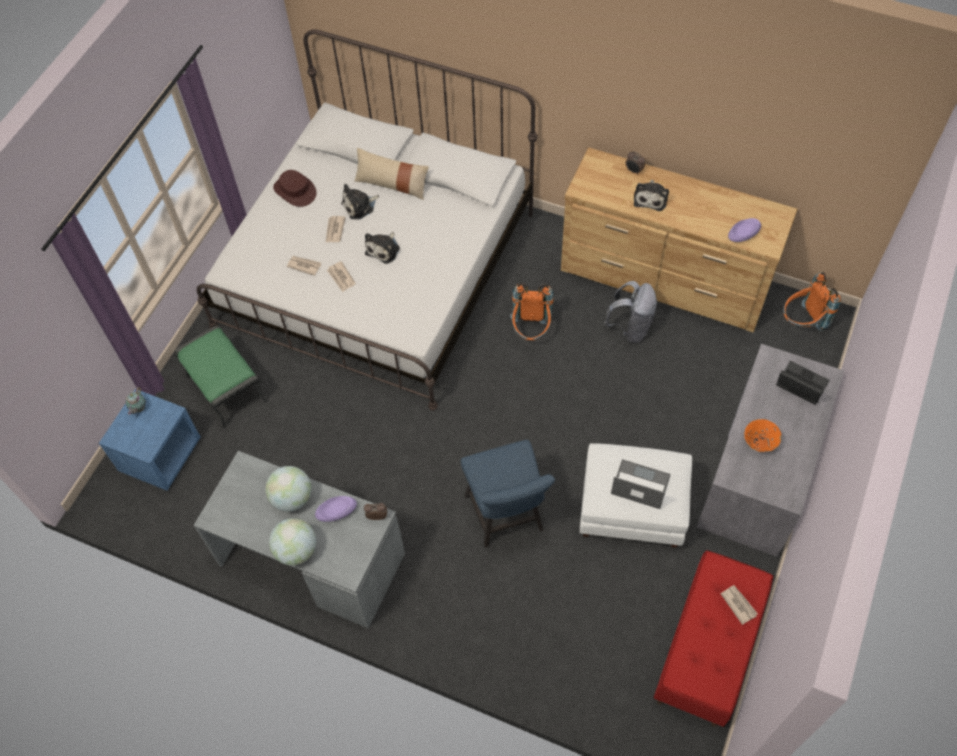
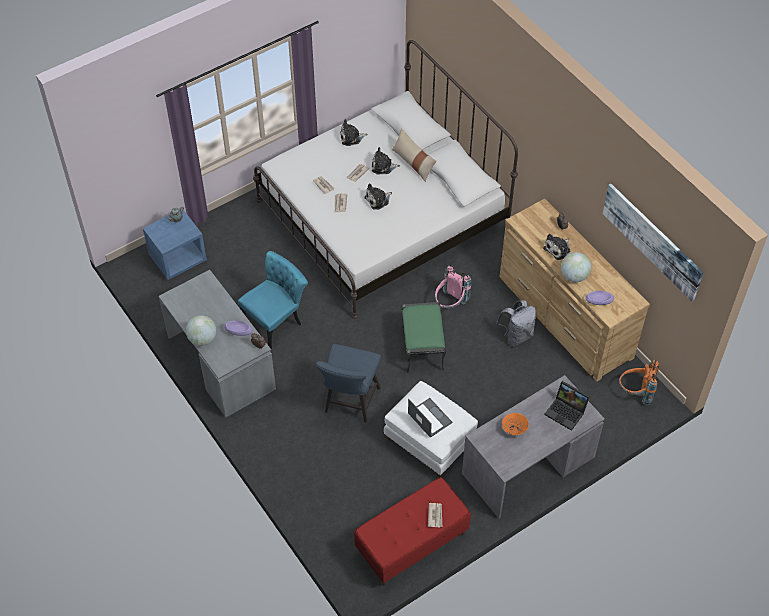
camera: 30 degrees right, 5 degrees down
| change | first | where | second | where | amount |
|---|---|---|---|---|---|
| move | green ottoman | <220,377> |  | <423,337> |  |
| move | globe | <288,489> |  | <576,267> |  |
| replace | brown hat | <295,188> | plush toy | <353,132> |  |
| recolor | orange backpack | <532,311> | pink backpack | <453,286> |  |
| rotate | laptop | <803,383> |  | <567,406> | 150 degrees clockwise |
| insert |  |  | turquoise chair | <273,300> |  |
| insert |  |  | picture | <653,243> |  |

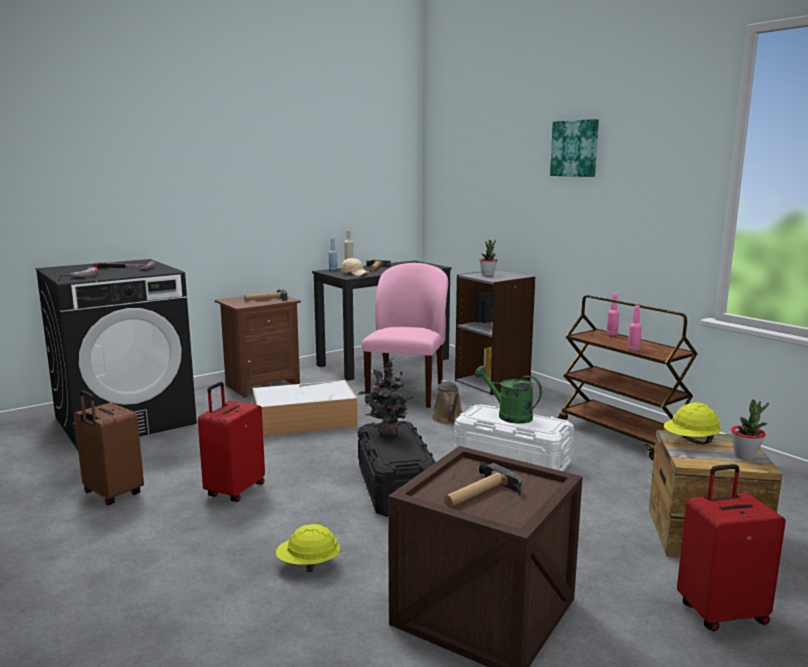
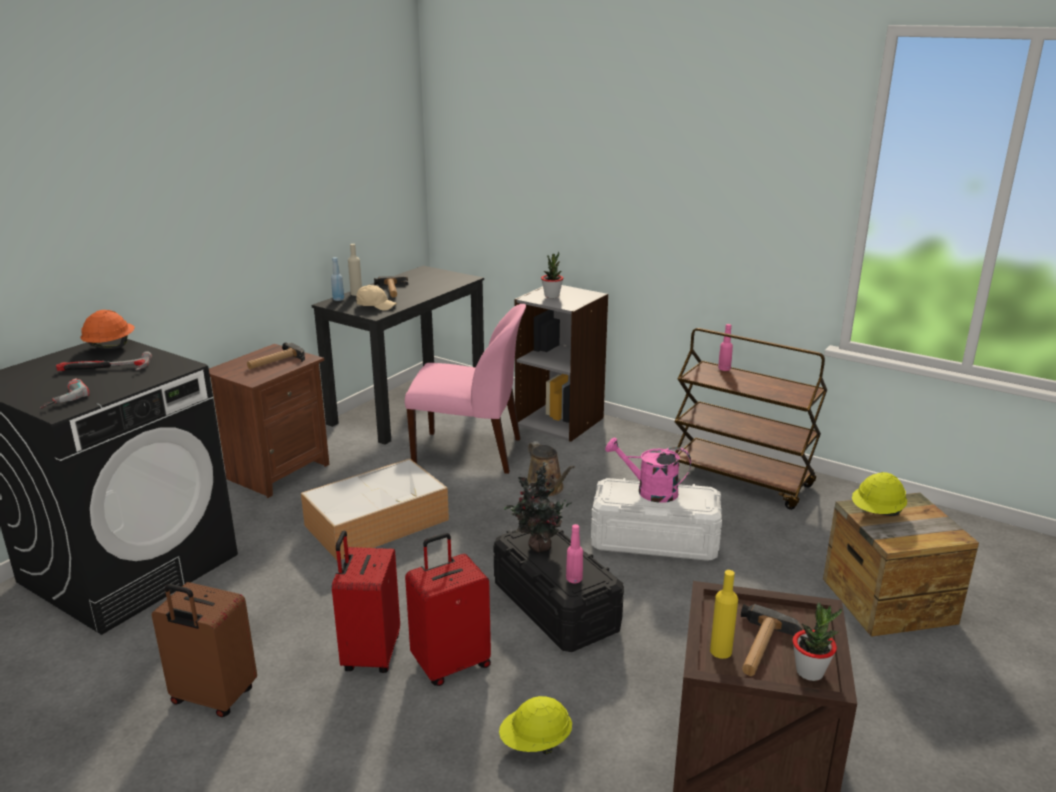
camera: 20 degrees left, 10 degrees up
| change | first | where | second | where | amount |
|---|---|---|---|---|---|
| rotate | pink chair | <405,335> |  | <465,389> | 105 degrees clockwise |
| recolor | green watering can | <508,395> | pink watering can | <648,470> |  |
| delete | picture | <574,148> |  |  |  |
| move | pink bottle | <635,328> |  | <574,553> |  |
| move | red suitcase | <731,547> |  | <448,609> |  |
| move | potted plant | <750,430> |  | <817,641> |  |
| insert |  |  | orange hard hat | <107,329> |  |
| insert |  |  | yellow bottle | <724,614> |  |

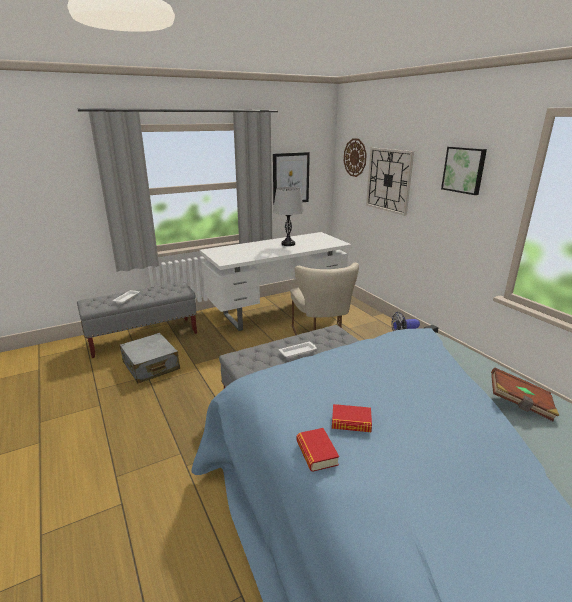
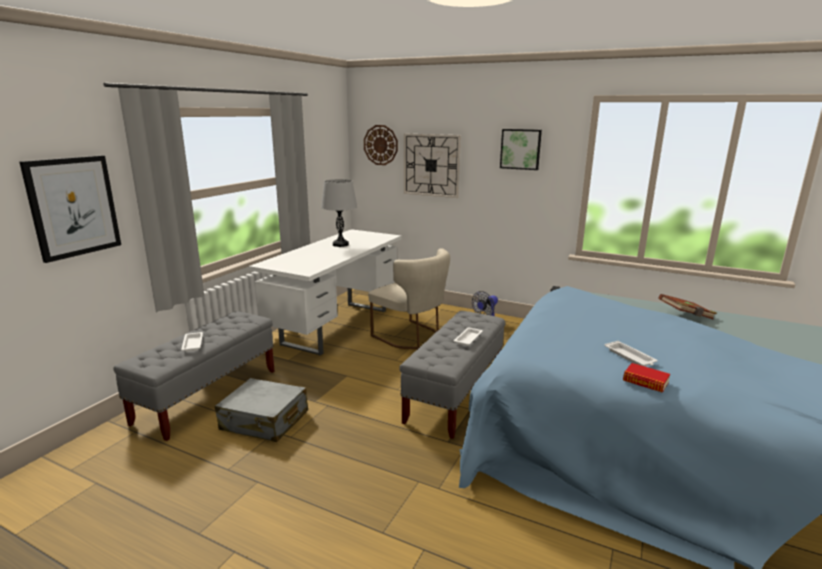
camera: 35 degrees left, 5 degrees down
| change | first | where | second | where | amount |
|---|---|---|---|---|---|
| move | picture | <291,178> |  | <70,209> |  |
| replace | book | <352,418> | white tray | <631,353> |  |

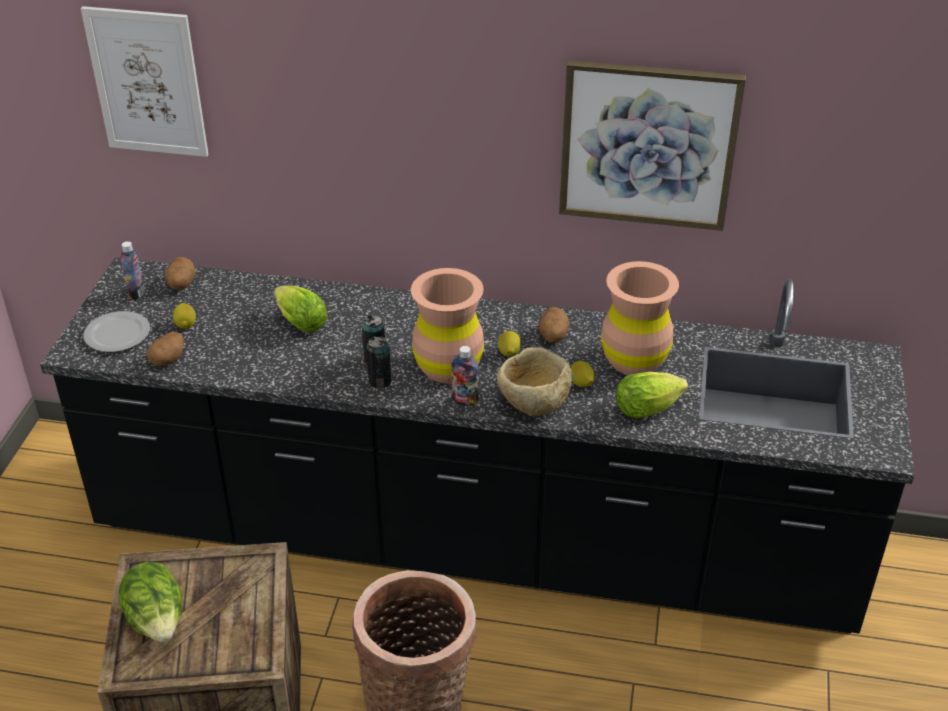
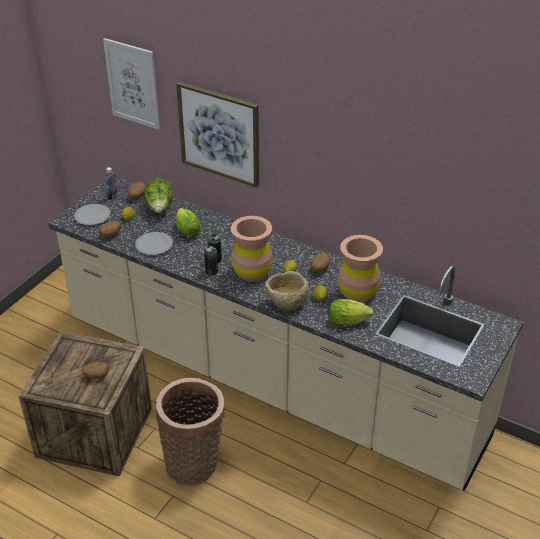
camera: 20 degrees right, 0 degrees up
| change | first | where | second | where | amount |
|---|---|---|---|---|---|
| recolor | black counter | <477,445> | beige counter | <286,333> |  |
| move | lettuce | <150,602> |  | <158,195> |  |
| delete | bottle | <465,376> |  |  |  |
| move | picture | <652,145> |  | <217,135> |  |
| insert |  |  | potato | <95,370> |  |
| insert |  |  | plate | <154,243> |  |

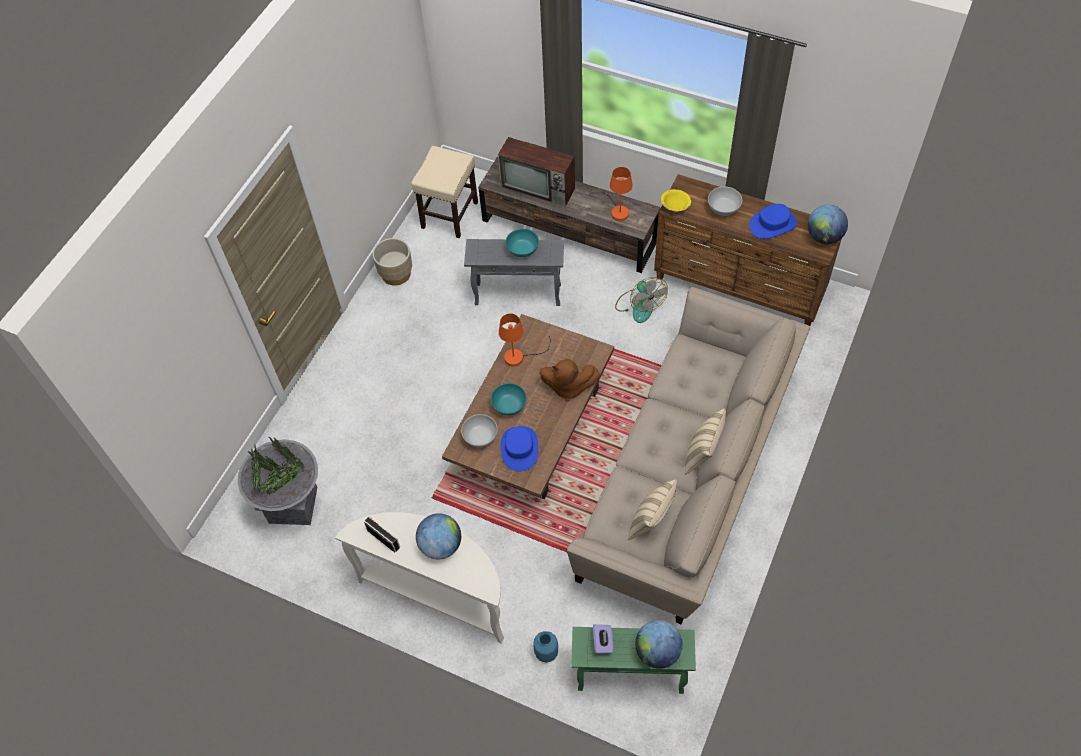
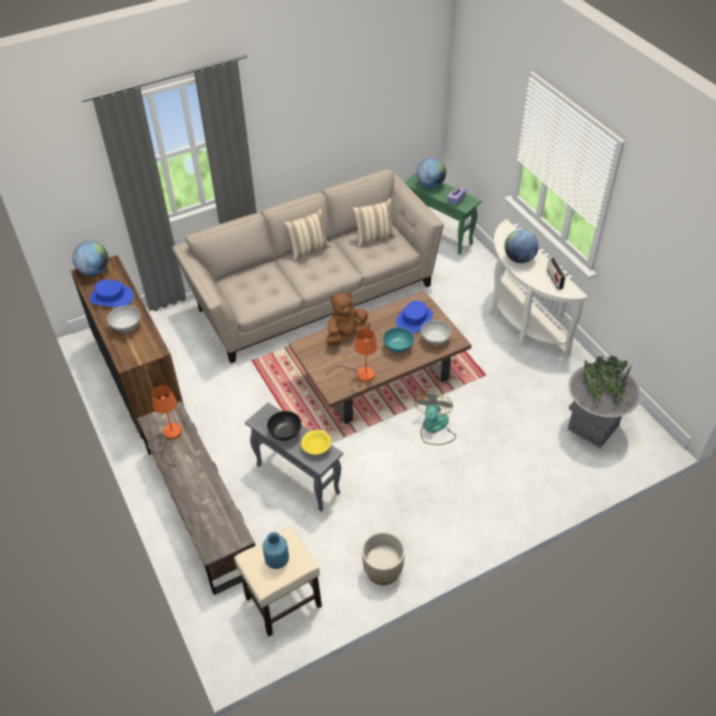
camera: 145 degrees left, 10 degrees down
| change | first | where | second | where | amount |
|---|---|---|---|---|---|
| delete | television | <536,172> |  |  |  |
| recolor | turquoise bowl | <522,243> | black bowl | <284,426> |  |
| move | blue vase | <545,647> |  | <275,550> |  |
| rotate | brown plush toy | <570,380> |  | <348,319> | 75 degrees counterclockwise |
| move | fan | <641,300> |  | <435,418> |  |
| move | yellow bowl | <676,200> |  | <316,441> |  |

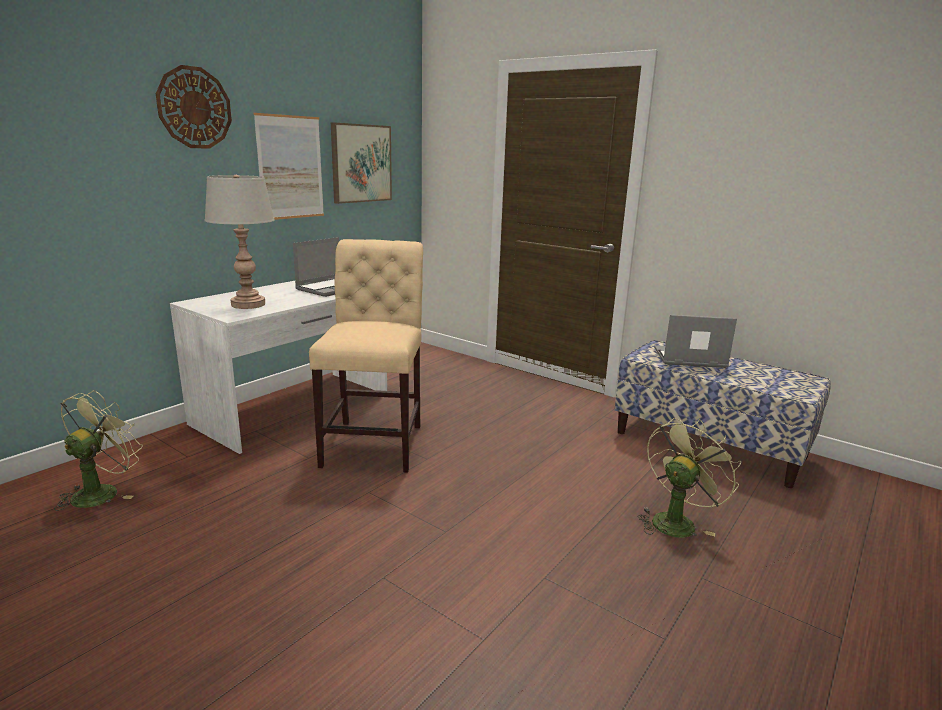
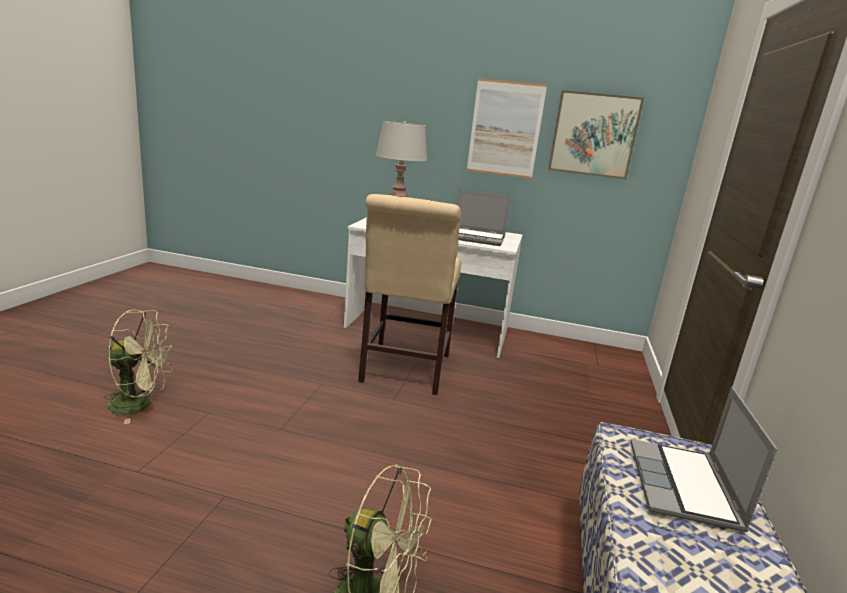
camera: 65 degrees right, 0 degrees up
| change | first | where | second | where | amount |
|---|---|---|---|---|---|
| move | green fan | <98,450> |  | <139,366> |  |
| delete | wall clock | <194,107> |  |  |  |
| rotate | beige chair | <366,356> |  | <409,294> | 120 degrees clockwise |
| rotate | laptop | <695,341> |  | <704,459> | 150 degrees counterclockwise |

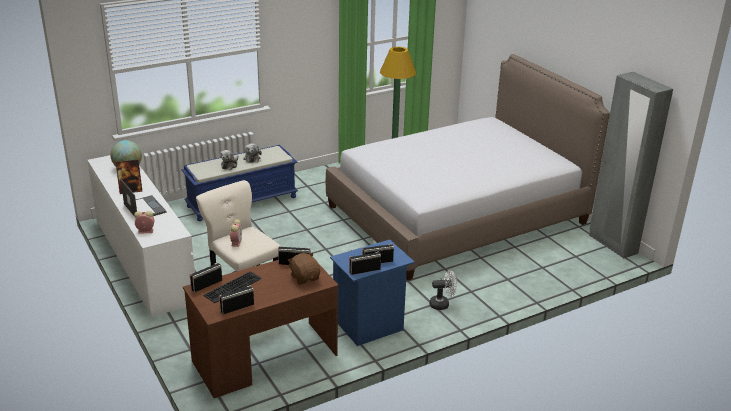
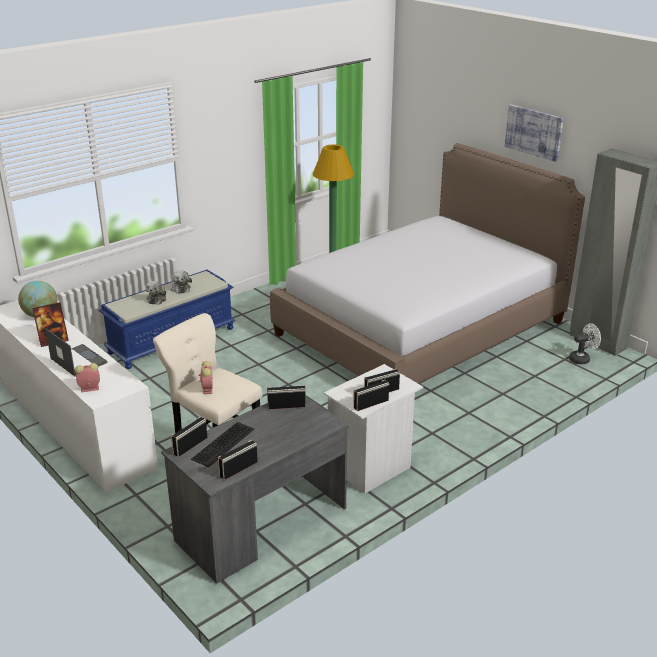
camera: 10 degrees left, 0 degrees up
| change | first | where | second | where | amount |
|---|---|---|---|---|---|
| recolor | brown desk | <261,329> | grey desk | <255,490> |  |
| delete | brown plush toy | <304,269> |  |  |  |
| recolor | blue nightstand | <372,293> | white nightstand | <373,429> |  |
| move | white fan | <443,290> |  | <585,343> |  |
| insert |  |  | picture | <534,133> |  |

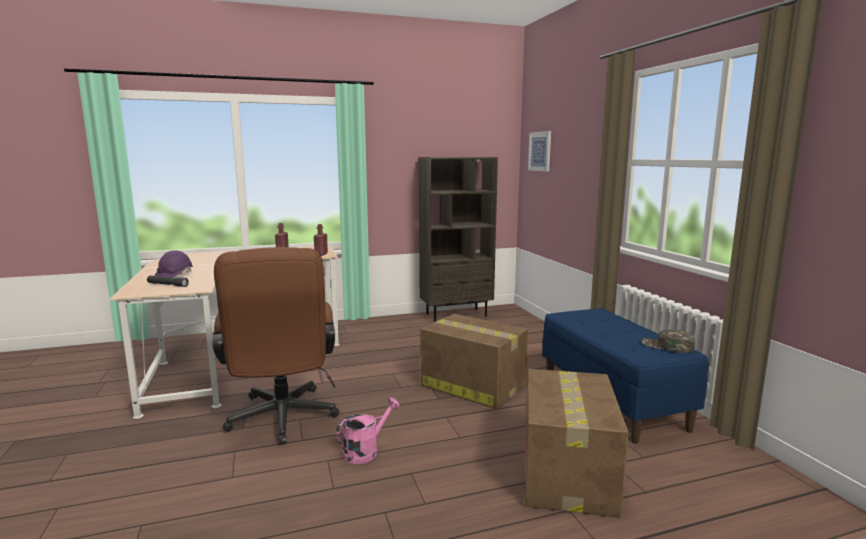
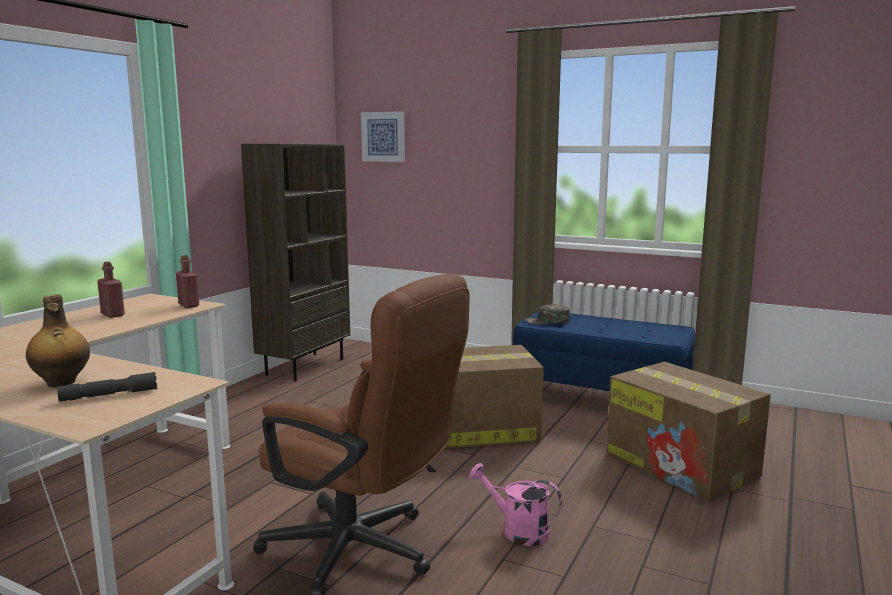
camera: 45 degrees left, 0 degrees up
| change | first | where | second | where | amount |
|---|---|---|---|---|---|
| replace | purple hard hat | <174,264> | bottle | <58,341> |  |
| rotate | pink watering can | <368,430> |  | <515,504> | 60 degrees counterclockwise |
| move | green cap | <668,341> |  | <547,314> |  |

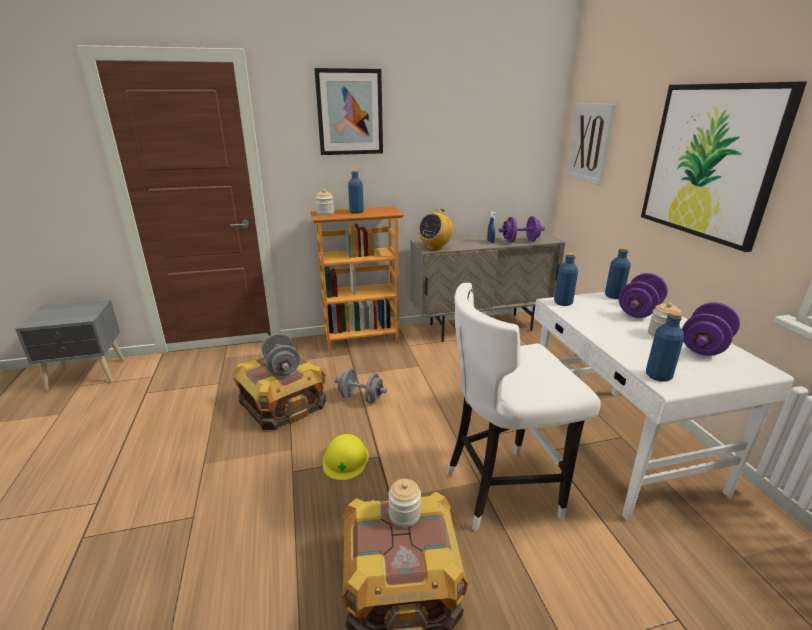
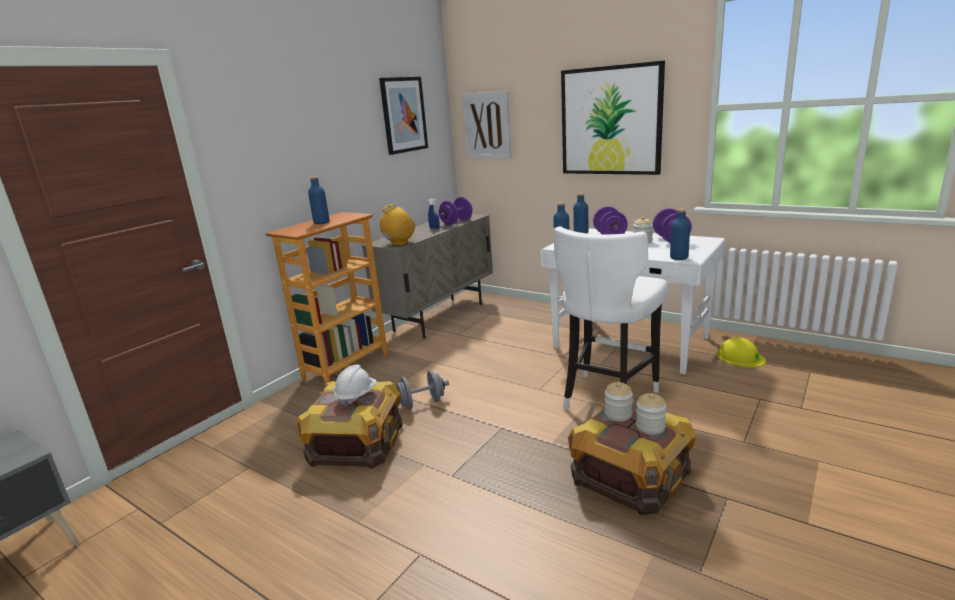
camera: 40 degrees left, 5 degrees down
| change | first | where | second | where | amount |
|---|---|---|---|---|---|
| replace | grey dumbbell | <281,354> | white hard hat | <355,386> |  |
| move | picture | <348,111> |  | <403,116> |  |
| move | jar | <324,202> |  | <651,413> |  |
| move | yellow hard hat | <346,457> |  | <741,352> |  |
| rotate | radio | <436,229> |  | <398,225> | 120 degrees counterclockwise |

